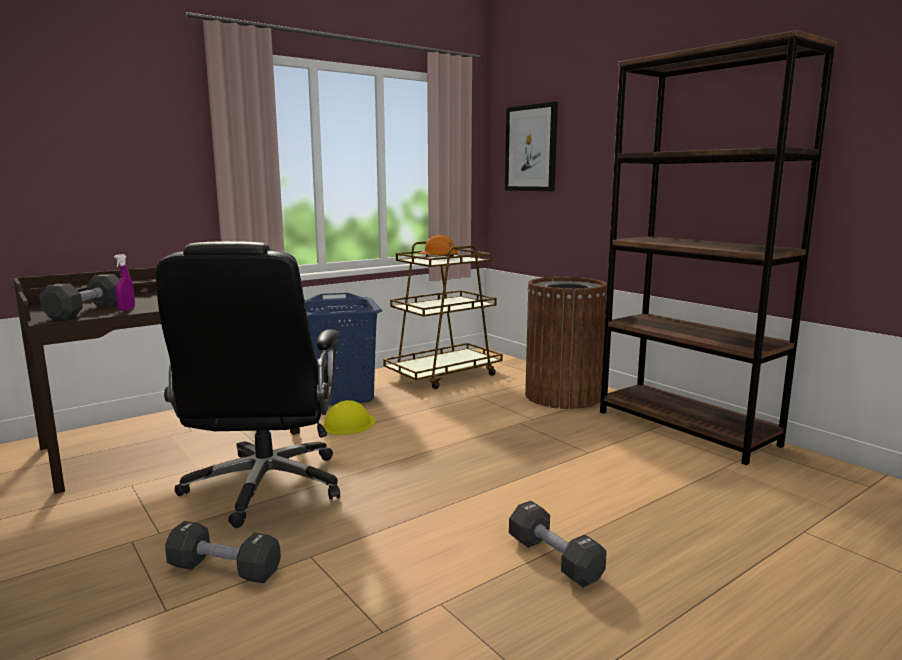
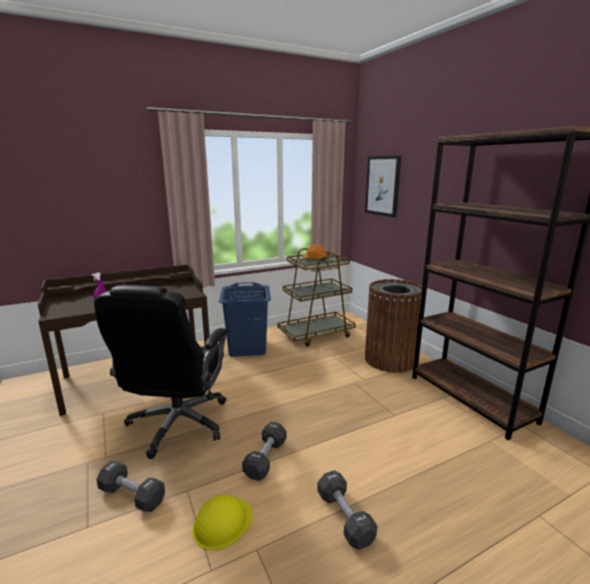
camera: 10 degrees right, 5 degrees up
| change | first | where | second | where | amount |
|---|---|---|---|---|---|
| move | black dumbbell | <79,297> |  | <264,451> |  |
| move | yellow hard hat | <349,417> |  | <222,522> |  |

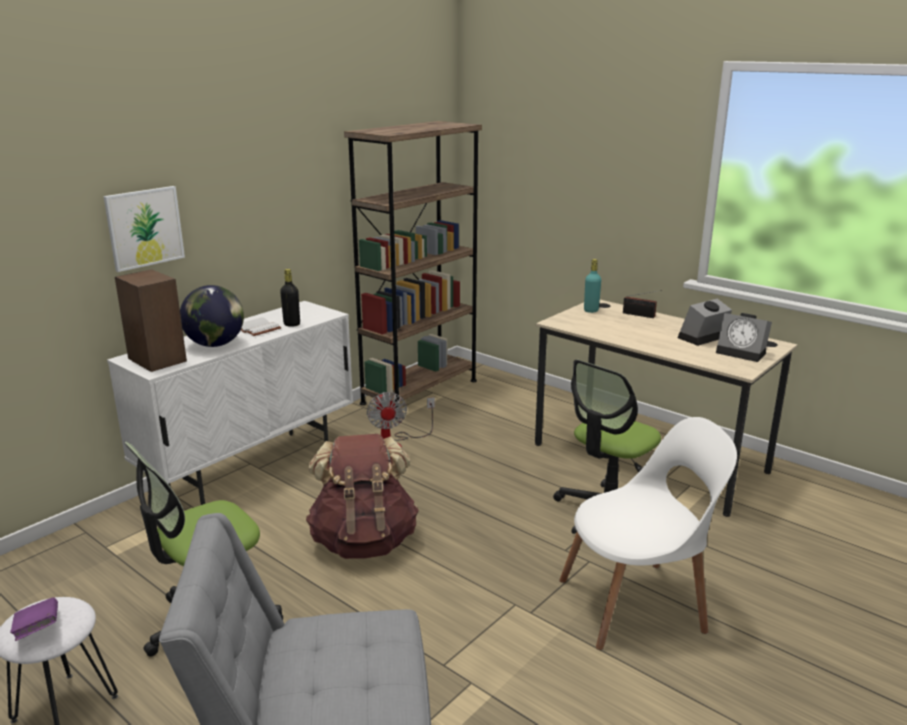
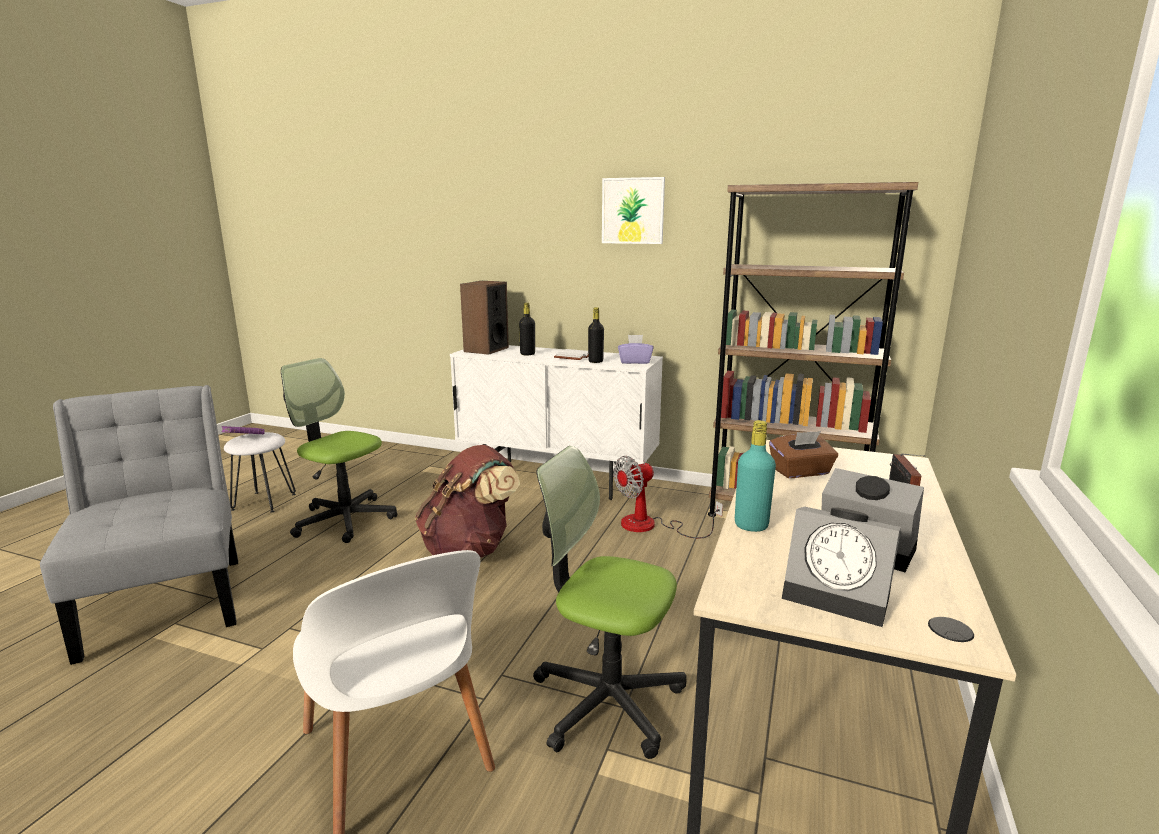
camera: 70 degrees right, 5 degrees down
| change | first | where | second | where | amount |
|---|---|---|---|---|---|
| move | picture | <144,229> |  | <633,210> |  |
| replace | globe | <212,316> | black bottle | <527,329> |  |
| move | turquoise bottle | <592,286> |  | <755,476> |  |
| rotate | alarm clock | <744,337> |  | <841,567> | 75 degrees counterclockwise |
| insert |  |  | purple tissue box | <636,349> |  |
| insert |  |  | brown tissue box | <803,454> |  |

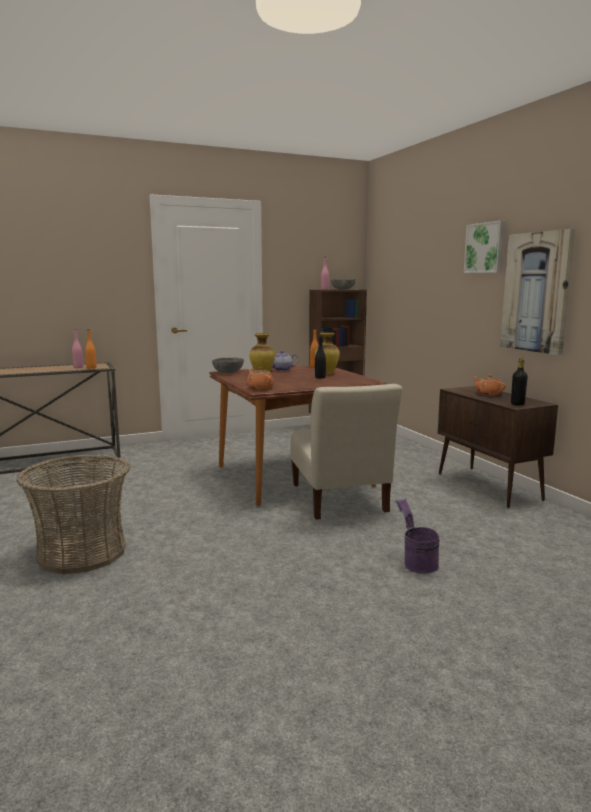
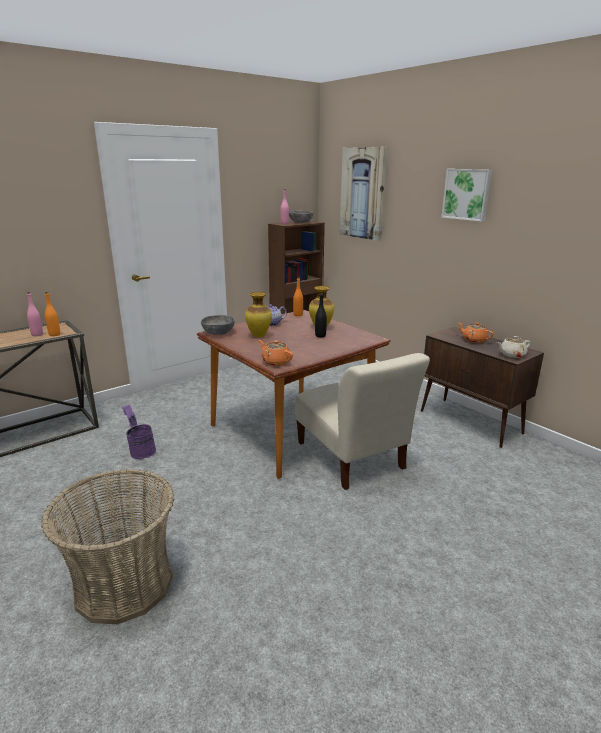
camera: 15 degrees left, 10 degrees up
| change | first | where | second | where | amount |
|---|---|---|---|---|---|
| move | purple bucket | <417,536> |  | <139,432> |  |
| move | picture | <537,292> |  | <363,194> |  |
| replace | black bottle | <519,381> | beige teapot | <514,347> |  |

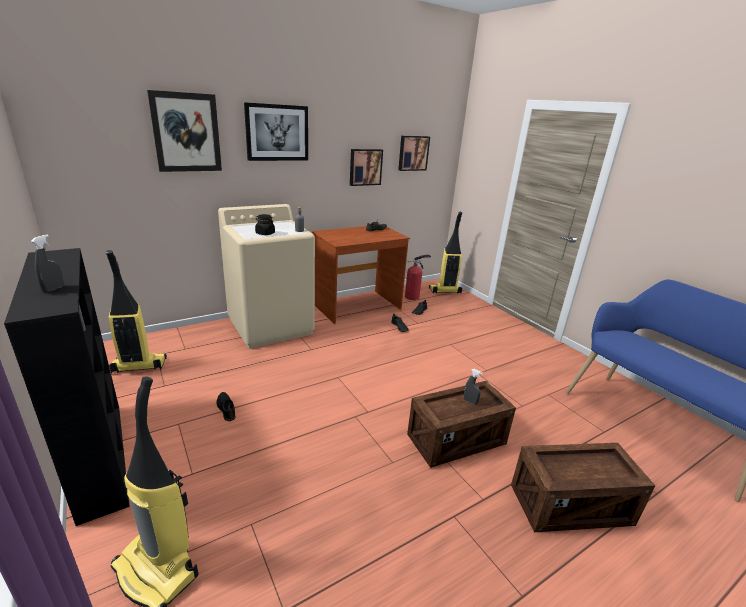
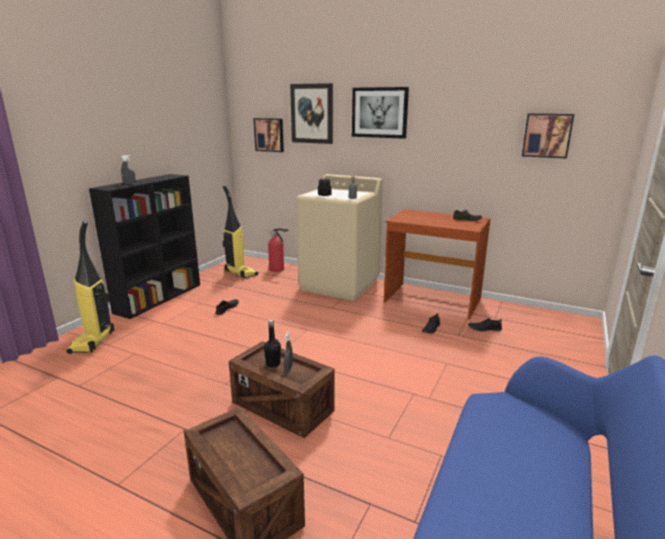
camera: 60 degrees right, 5 degrees down
| change | first | where | second | where | amount |
|---|---|---|---|---|---|
| move | picture | <366,167> |  | <269,135> |  |
| move | fire extinguisher | <418,277> |  | <278,250> |  |
| delete | vacuum cleaner | <445,252> |  |  |  |
| insert |  |  | black bottle | <272,343> |  |

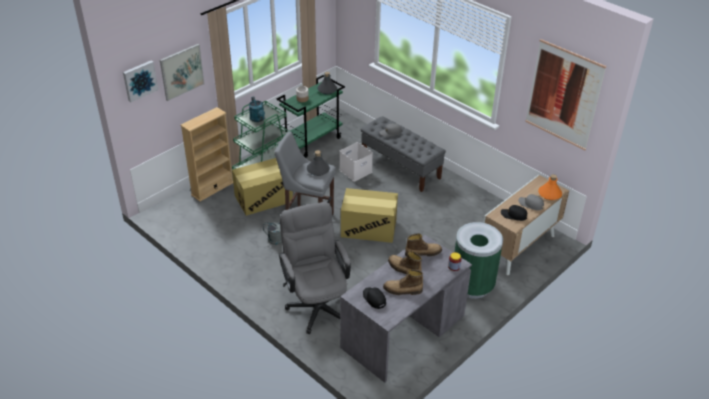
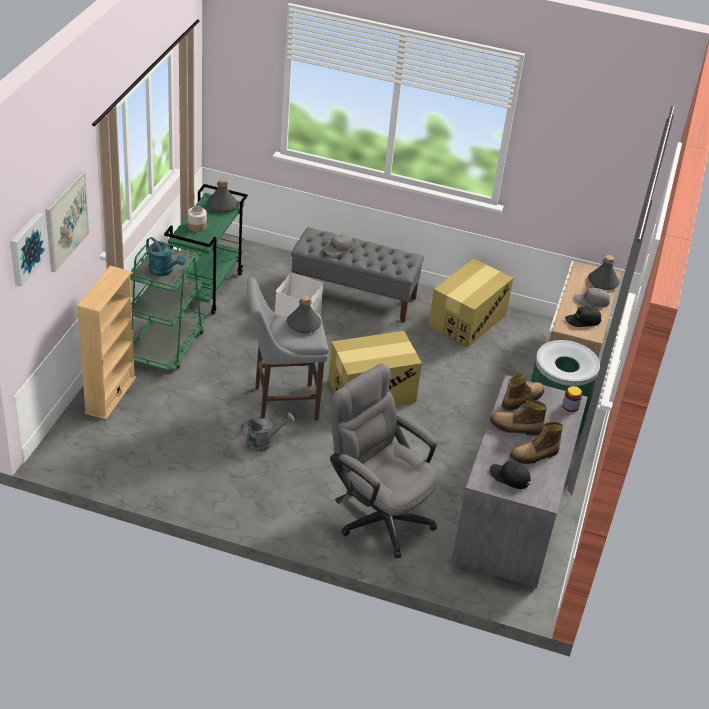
camera: 30 degrees left, 0 degrees up
| change | first | where | second | where | amount |
|---|---|---|---|---|---|
| move | cardboard box | <262,187> |  | <470,303> |  |
| delete | picture | <565,94> |  |  |  |
| recolor | orange bottle | <550,187> | grey bottle | <604,272> |  |

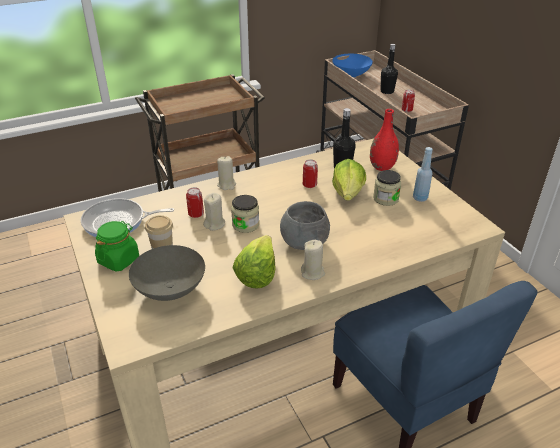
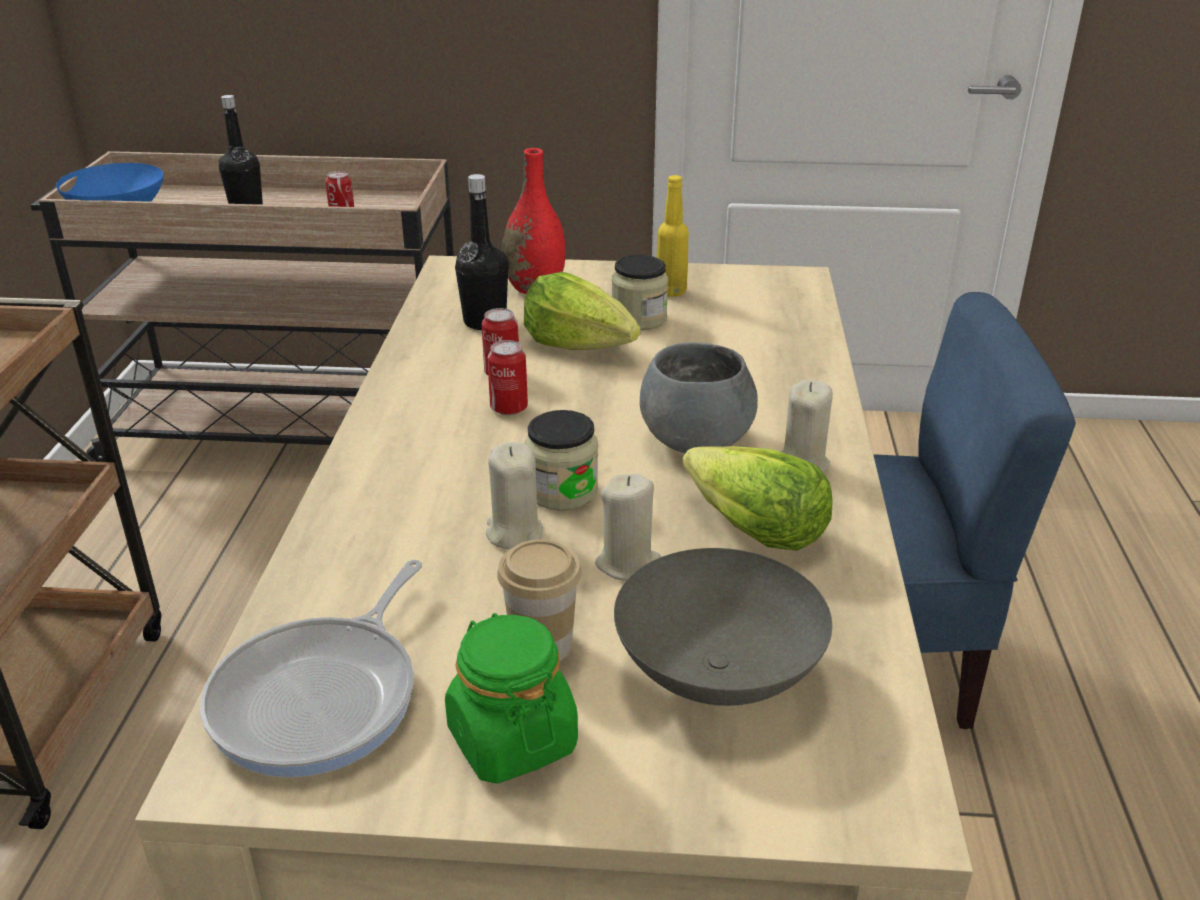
camera: 60 degrees left, 5 degrees down
| change | first | where | second | where | amount |
|---|---|---|---|---|---|
| move | can | <195,202> |  | <508,377> |  |
| move | beige candle | <226,173> |  | <628,527> |  |
| recolor | blue bottle | <423,174> | yellow bottle | <673,236> |  |

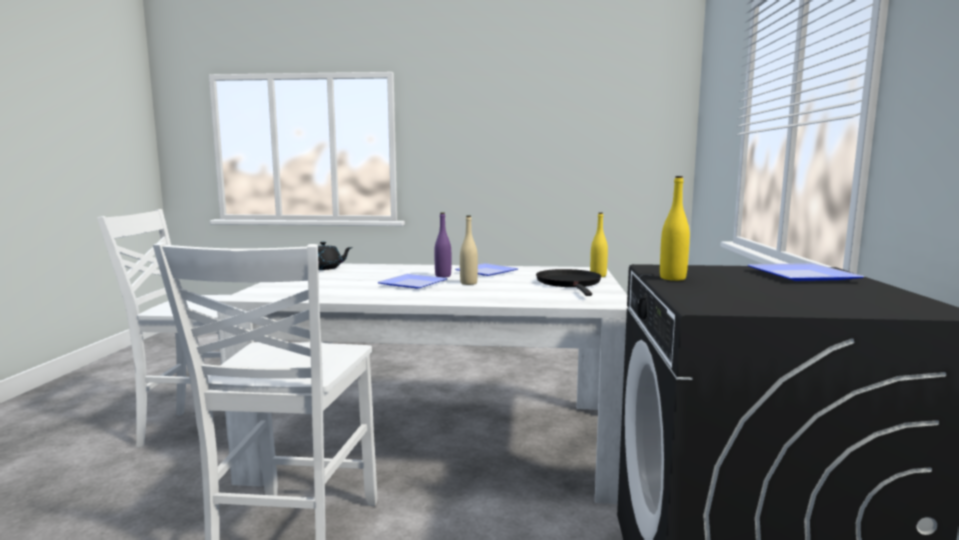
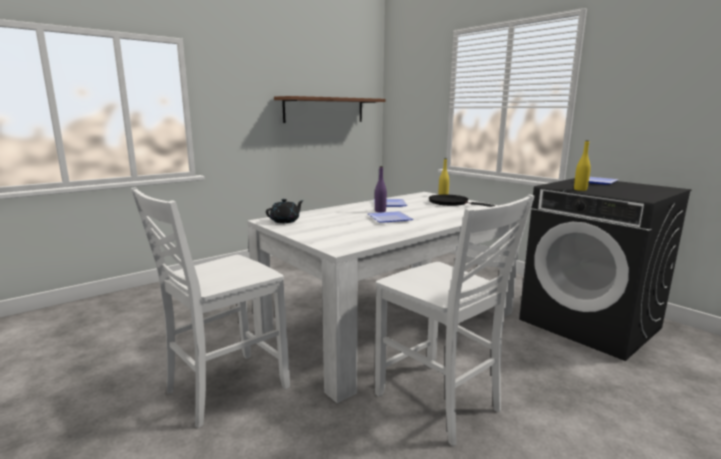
camera: 45 degrees left, 5 degrees up
| change | first | where | second | where | amount |
|---|---|---|---|---|---|
| delete | beige bottle | <469,250> |  |  |  |
| insert |  |  | brown shelf | <329,109> |  |

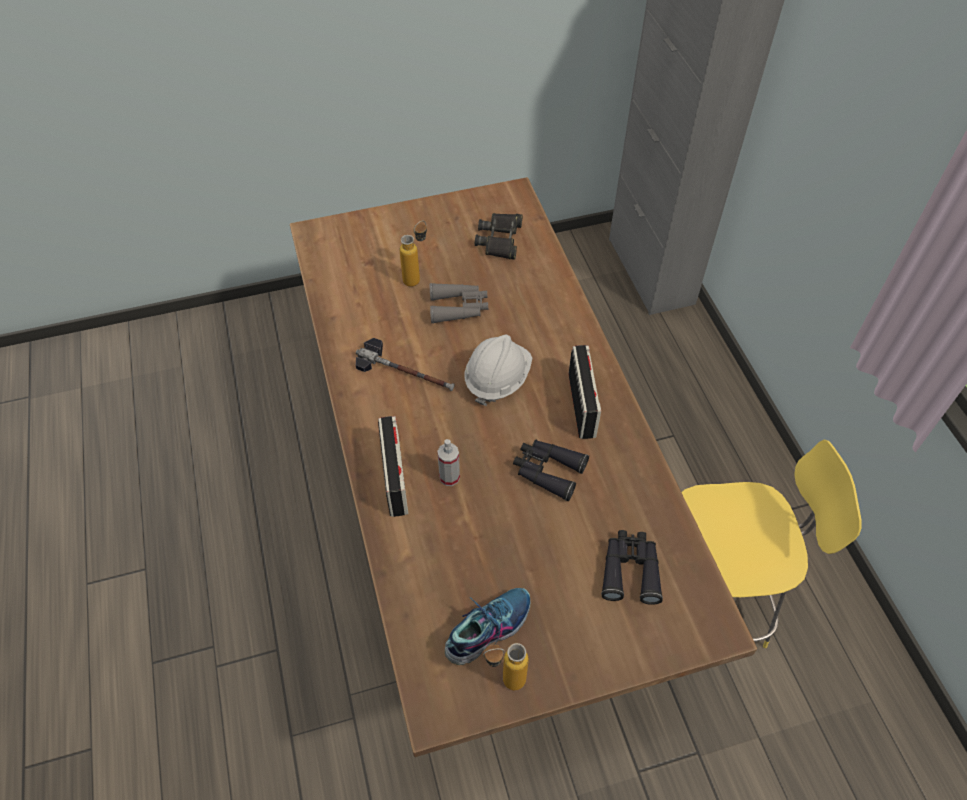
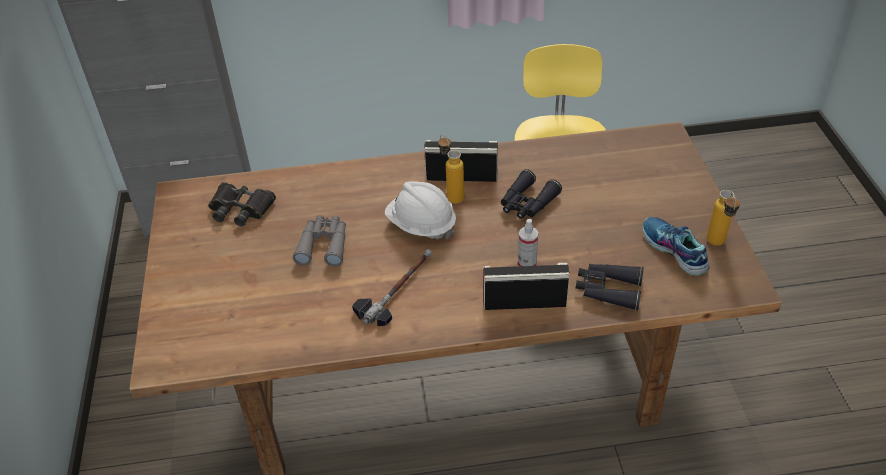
camera: 80 degrees left, 10 degrees down
| change | first | where | second | where | amount |
|---|---|---|---|---|---|
| move | bottle | <413,254> |  | <451,169> |  |
| move | black binoculars | <632,567> |  | <610,286> |  |

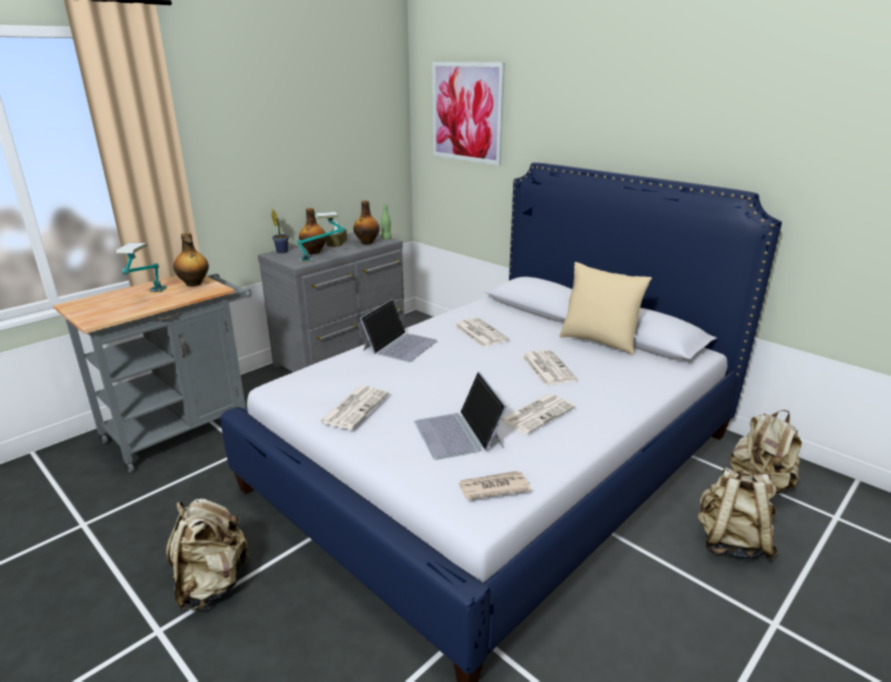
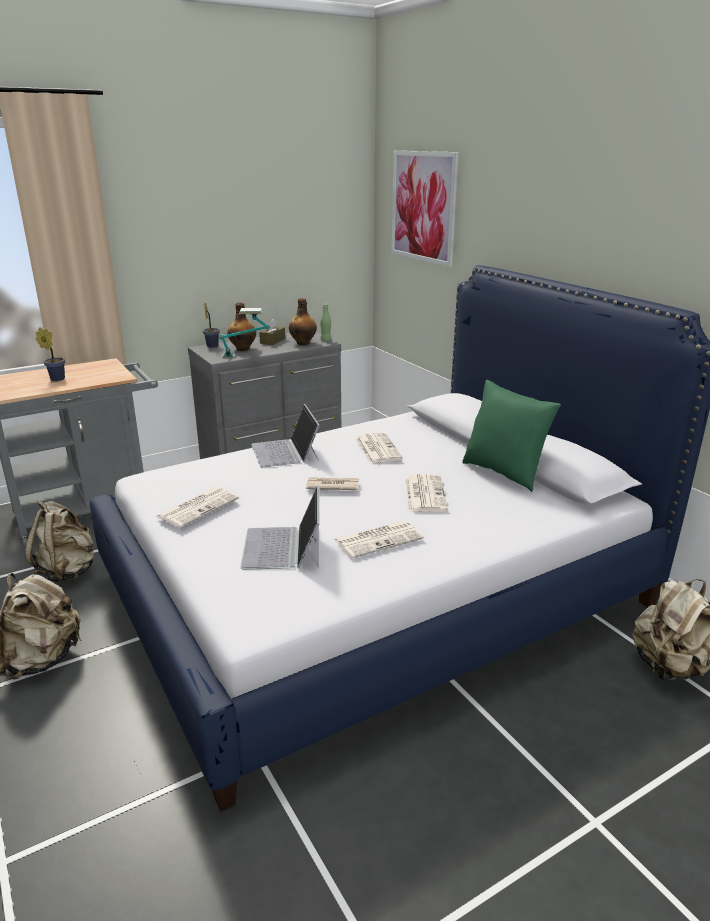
camera: 15 degrees right, 0 degrees up
| change | first | where | second | where | amount |
|---|---|---|---|---|---|
| replace | table lamp | <141,267> | potted plant | <50,354> |  |
| delete | bottle | <191,259> |  |  |  |
| rotate | laptop | <398,330> |  | <285,435> | 120 degrees clockwise |
| move | newspaper | <494,485> |  | <332,483> |  |
| recolor | beige pillow | <605,308> | green pillow | <511,436> |  |
| move | beige backpack | <738,513> |  | <60,541> |  |

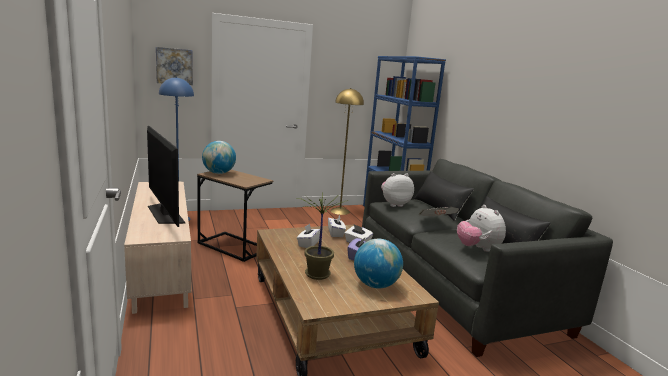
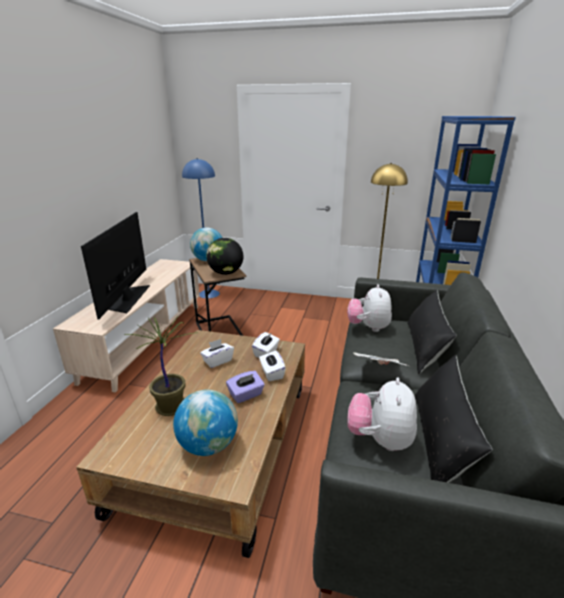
camera: 35 degrees right, 10 degrees up
| change | first | where | second | where | amount |
|---|---|---|---|---|---|
| delete | picture | <174,66> |  |  |  |
| rotate | plush toy | <397,190> |  | <369,308> | 105 degrees counterclockwise |
| insert |  |  | globe | <224,256> |  |

